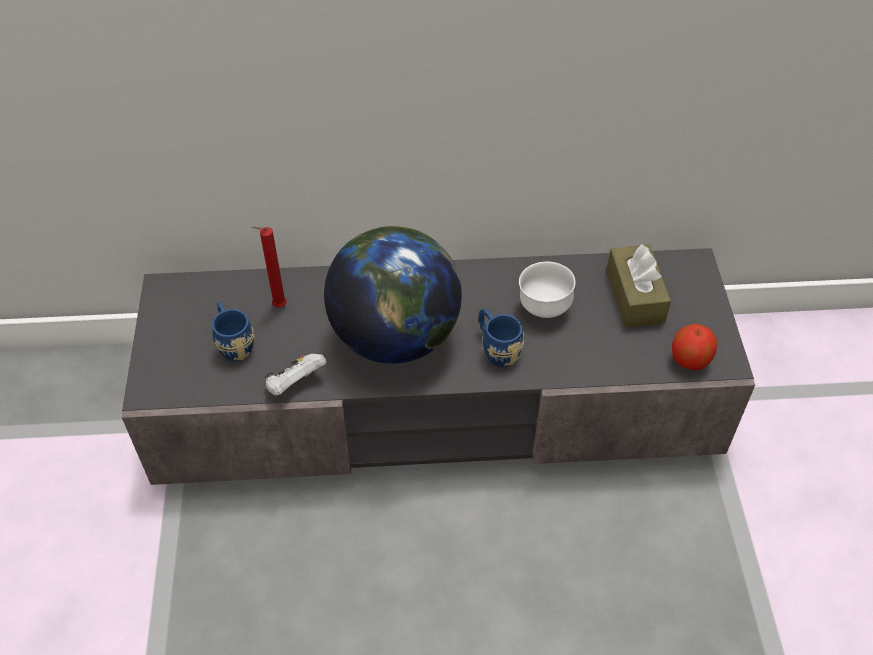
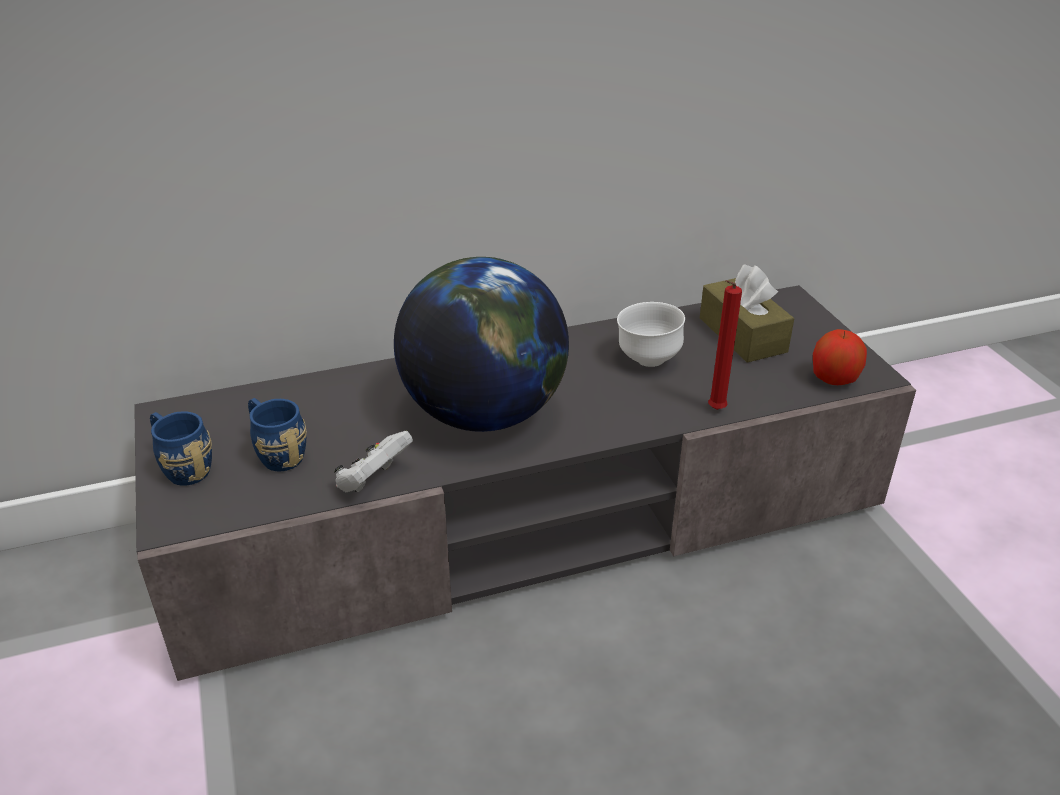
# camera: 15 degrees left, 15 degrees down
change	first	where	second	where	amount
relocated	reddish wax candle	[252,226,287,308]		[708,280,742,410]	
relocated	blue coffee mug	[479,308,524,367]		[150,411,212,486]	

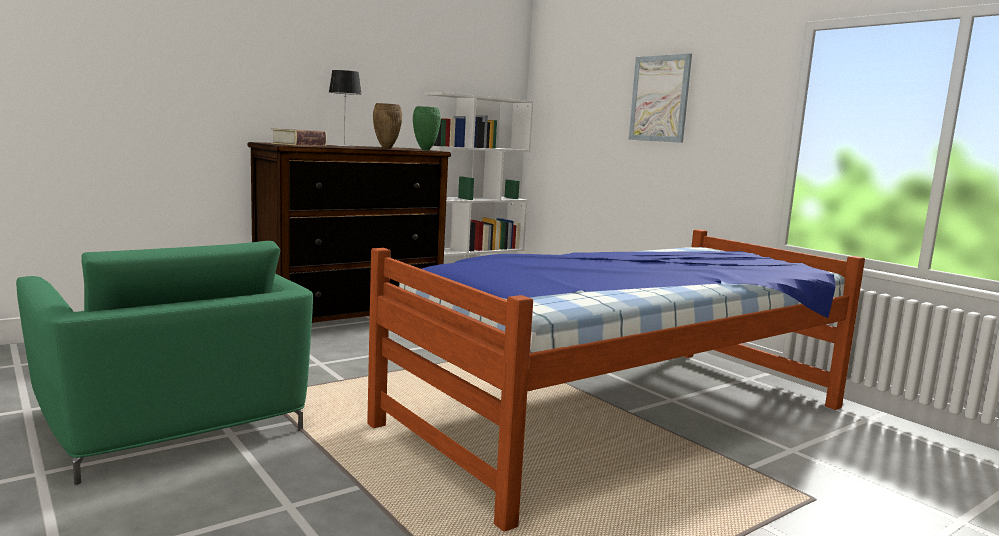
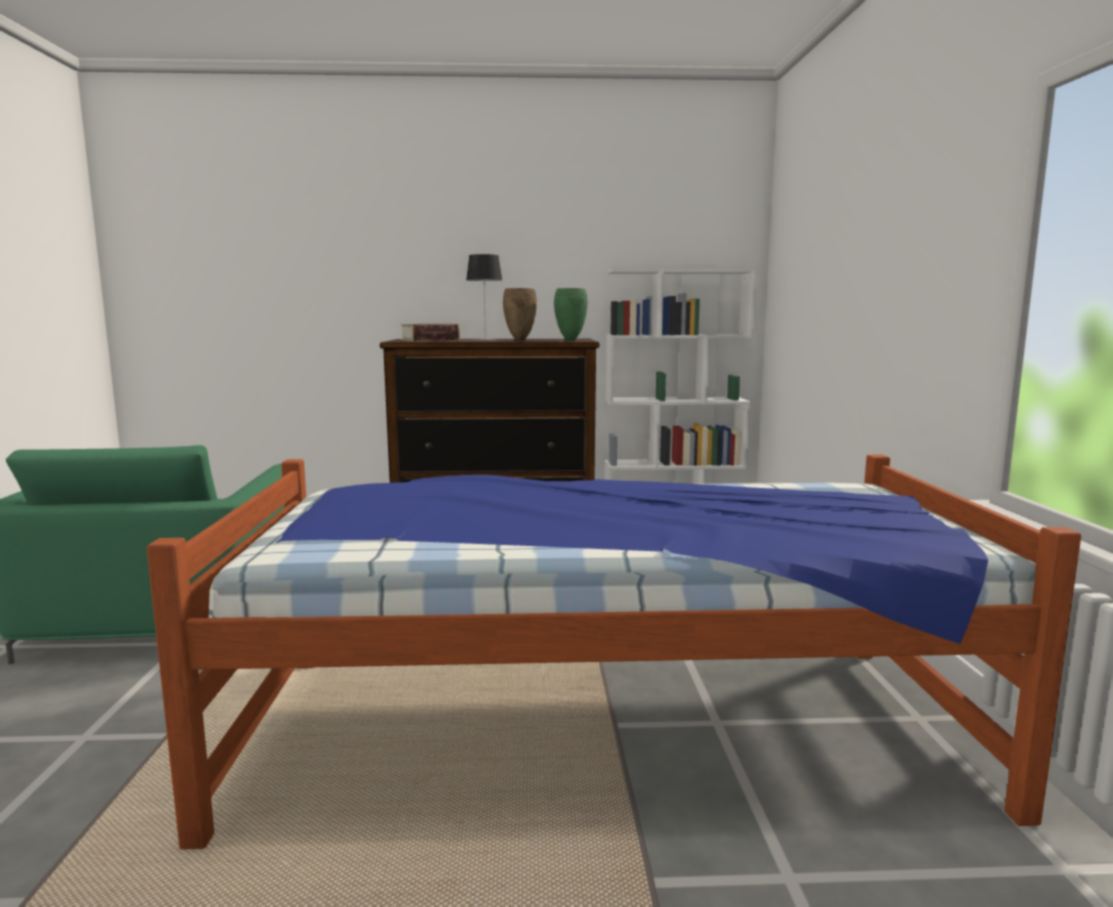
# camera: 35 degrees right, 0 degrees up
change	first	where	second	where	amount
missing	wall art	[629,53,692,143]			

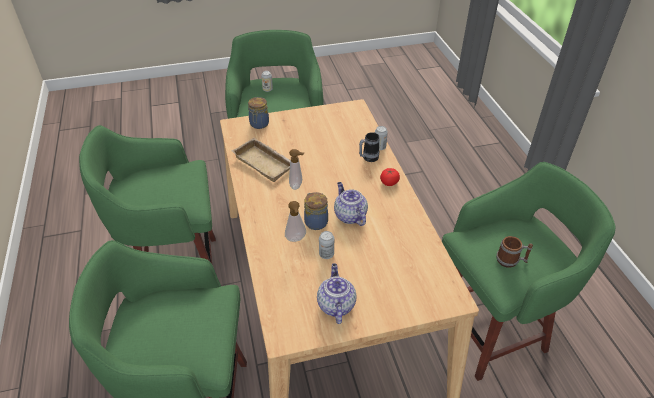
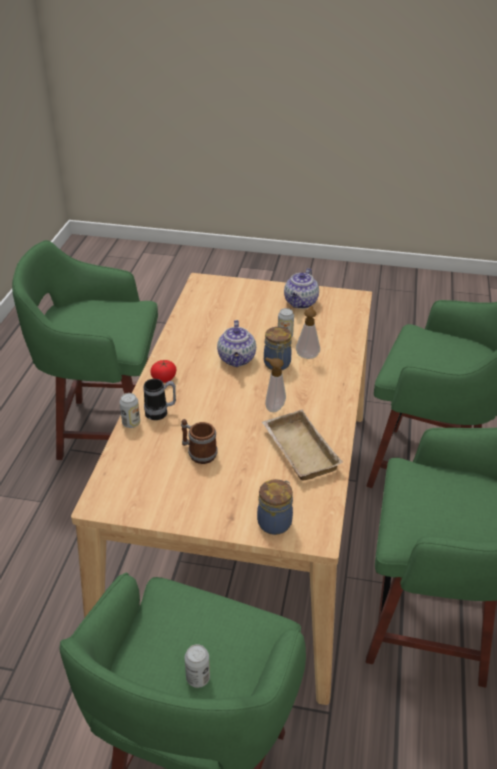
# camera: 155 degrees left, 5 degrees down
change	first	where	second	where	amount
relocated	coffee mug	[496,236,533,268]		[181,419,218,464]	

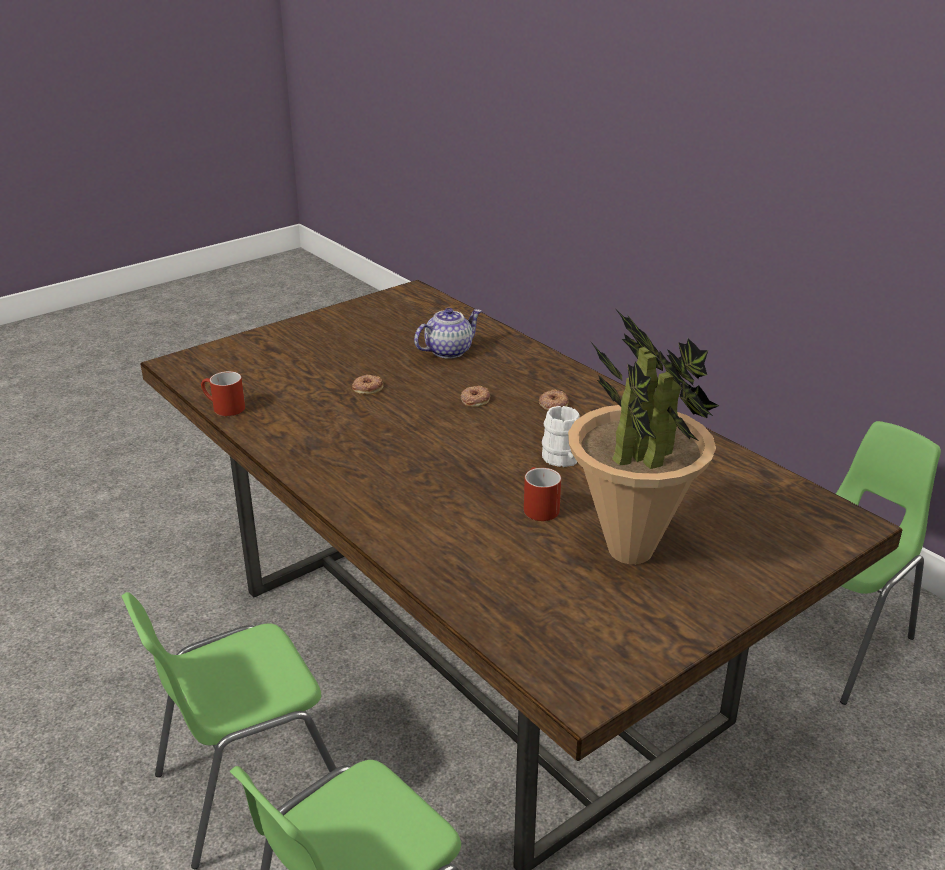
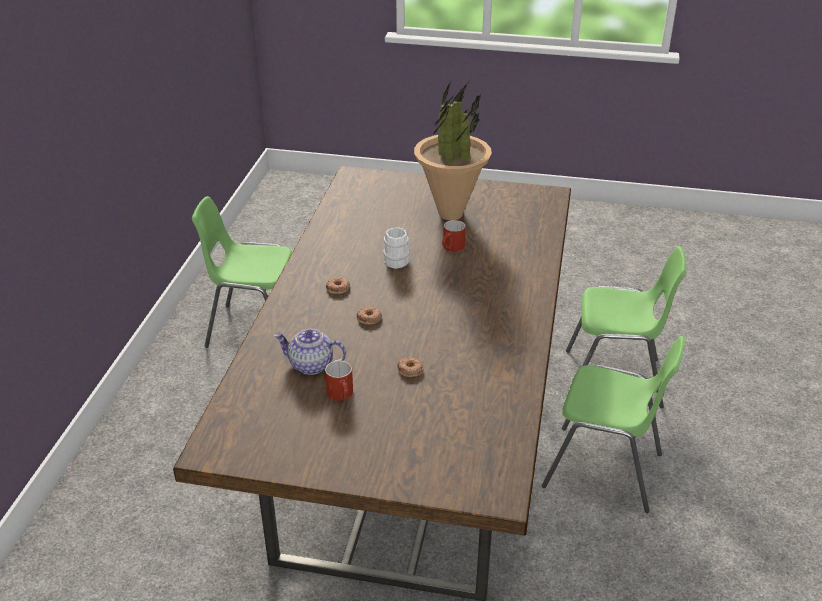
# camera: 130 degrees left, 5 degrees up
change	first	where	second	where	amount
relocated	reddish coffee mug	[201,371,245,416]		[325,360,353,401]	

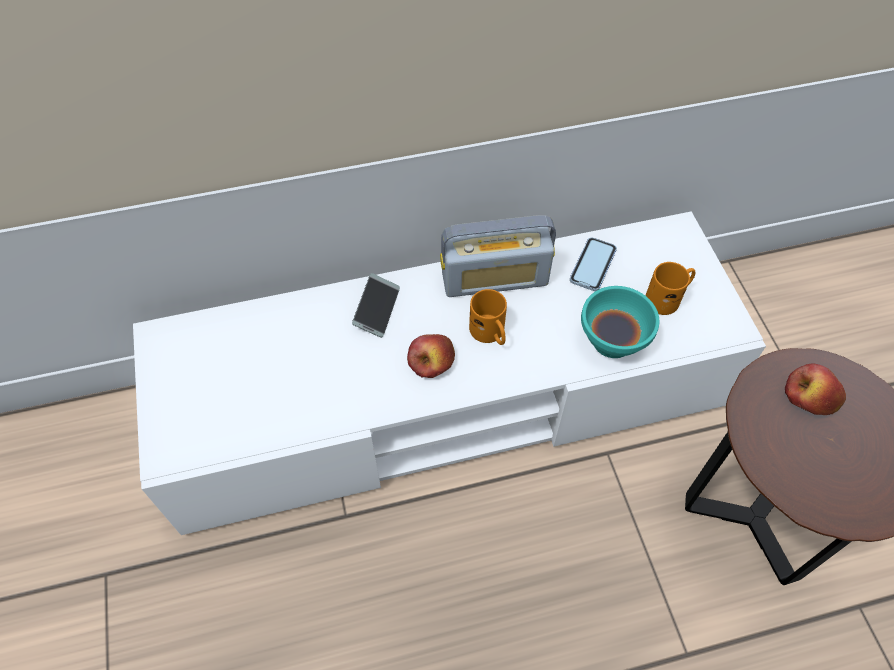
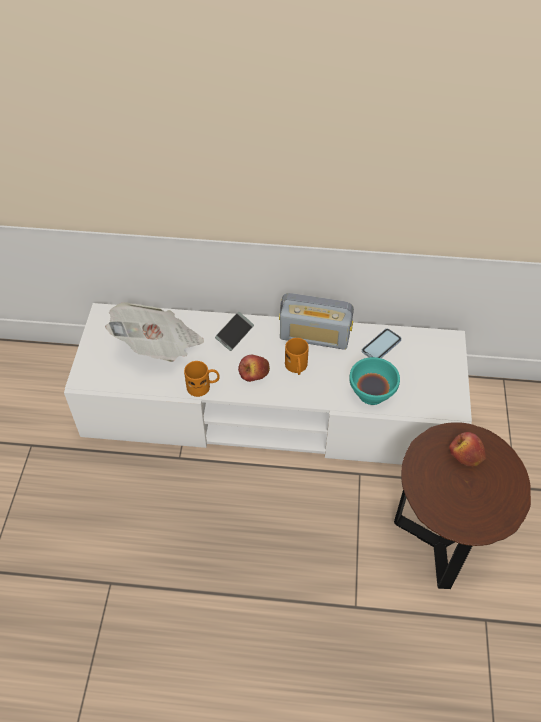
# camera: 20 degrees right, 5 degrees down
change	first	where	second	where	amount
relocated	orange-coloured coffee mug	[645,262,695,315]		[184,361,220,397]	
appeared			newspaper	[105,302,204,362]	

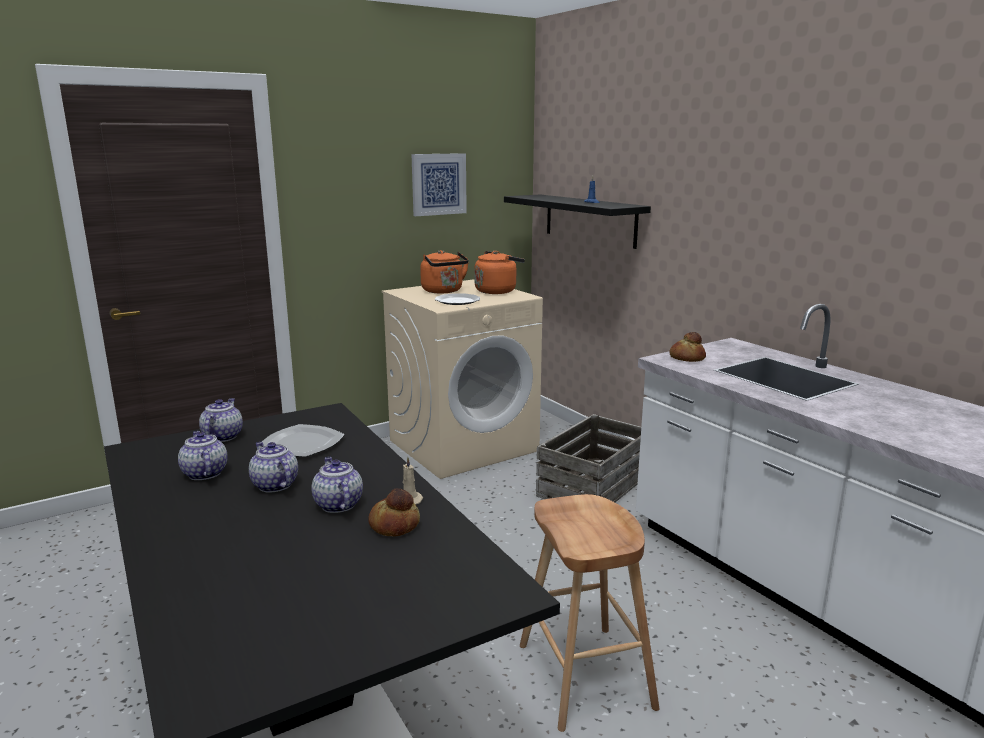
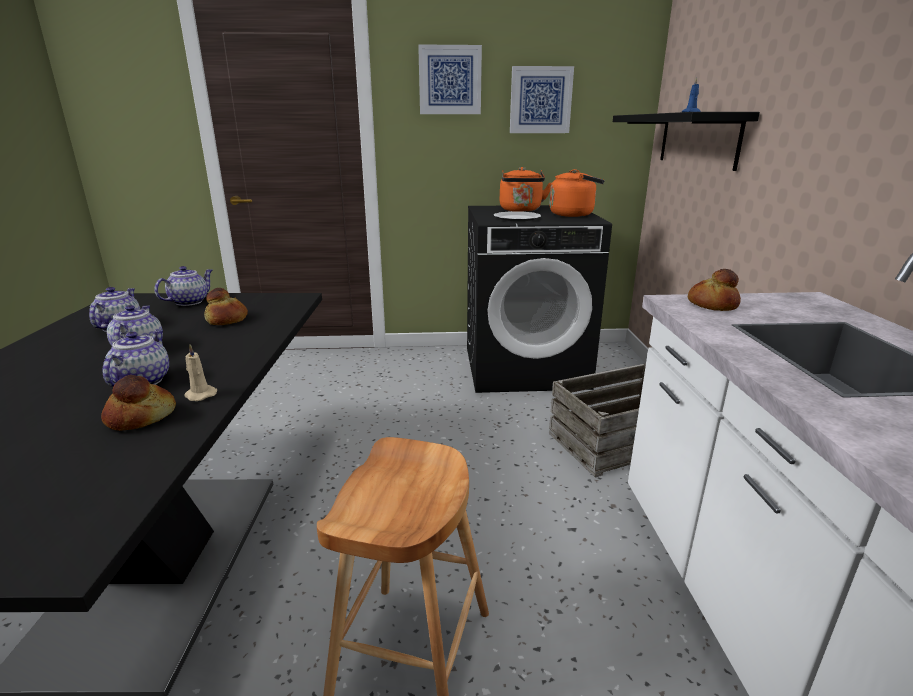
# camera: 30 degrees right, 5 degrees up
change	first	where	second	where	amount
colour	sand-coloured washing machine	[381,279,543,479]	black-coloured washing machine	[467,205,612,393]	
exchanged	flat dish	[262,424,345,457]	bakery bread	[204,288,248,325]	
appeared			wall art	[418,44,482,114]	

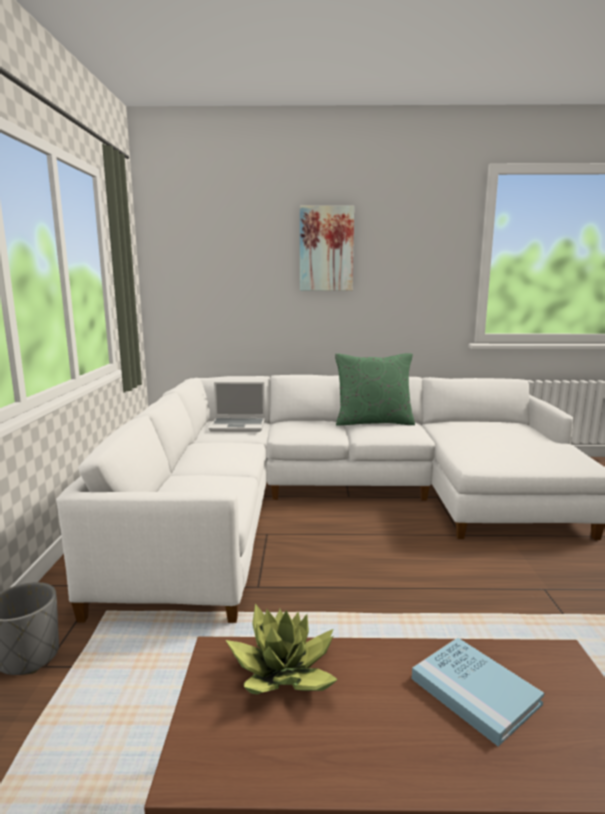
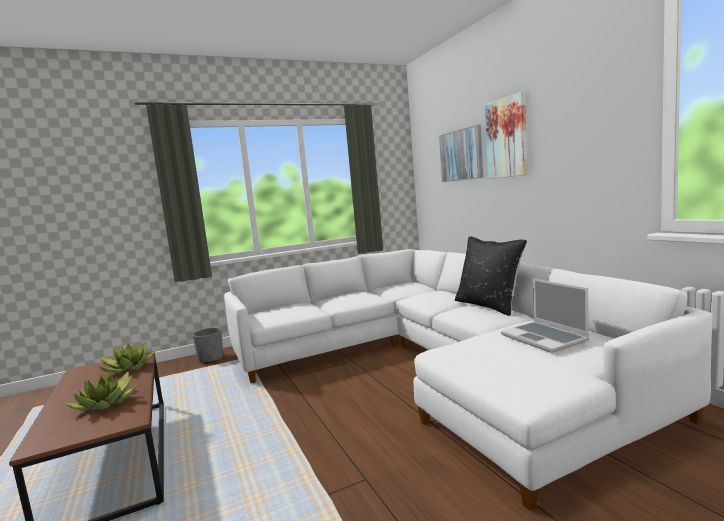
# camera: 65 degrees right, 5 degrees down
change	first	where	second	where	amount
colour	greenish cushion	[335,353,415,426]	black-coloured cushion	[455,236,527,316]	
relocated	notebook computer	[209,382,265,432]		[501,279,589,353]	
exchanged	blue volume	[412,638,544,747]	houseplant	[64,371,138,411]	
appeared			wall art	[439,124,483,182]	

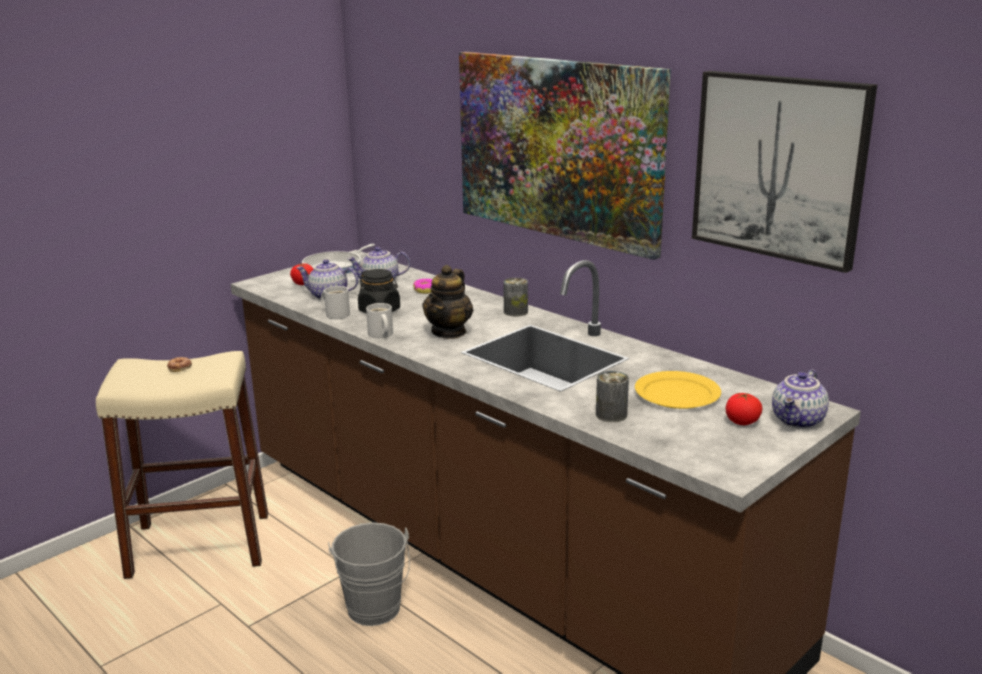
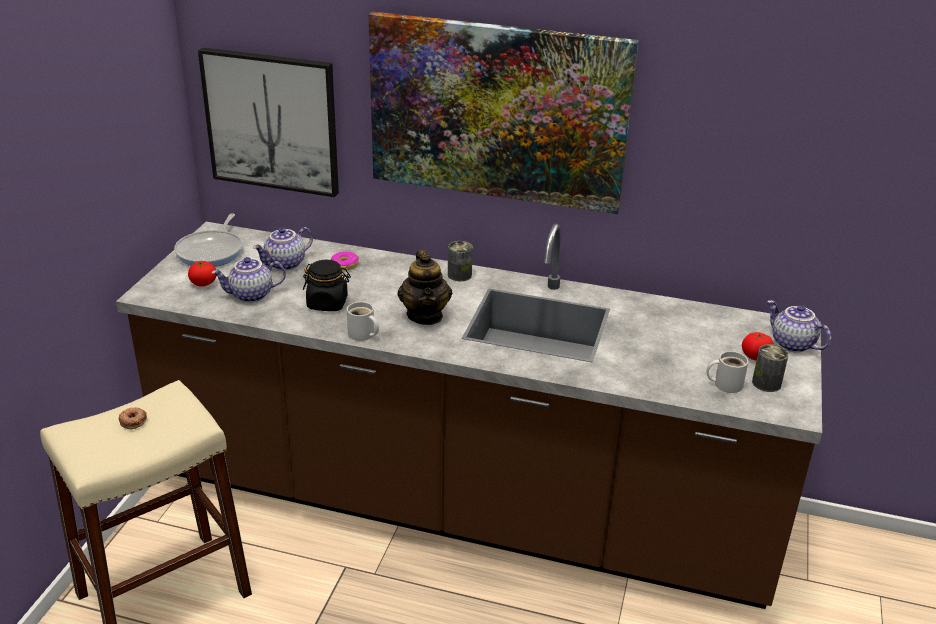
# camera: 30 degrees left, 10 degrees up
change	first	where	second	where	amount
relocated	wall art	[692,71,877,273]		[198,47,339,197]	
relocated	whitish coffee mug	[321,286,350,319]		[706,351,748,393]	
spun	tea pot	[772,369,829,429]		[767,300,831,352]	135 degrees clockwise
relocated	can	[596,371,629,422]		[752,344,788,392]	
missing	yellow flat dish	[635,371,721,409]			
missing	gray water bucket	[328,523,410,626]			

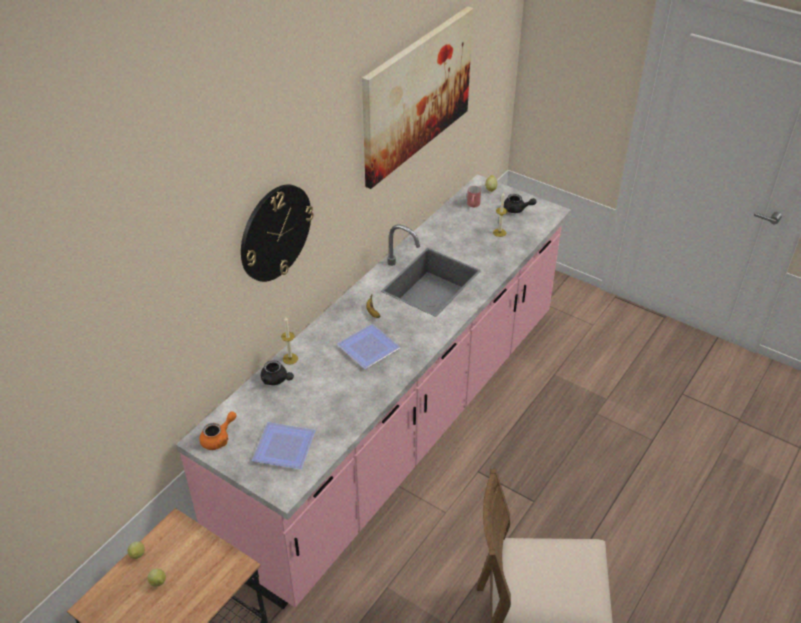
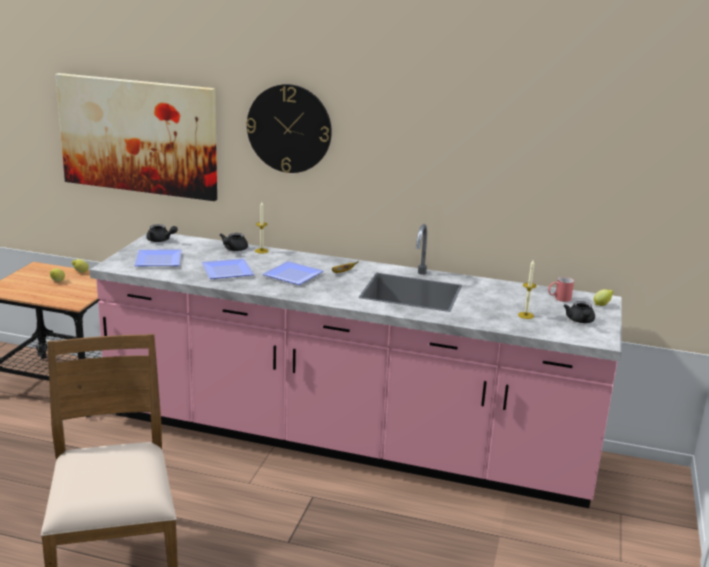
# camera: 70 degrees right, 20 degrees down
change	first	where	second	where	amount
relocated	wall art	[362,7,473,189]		[55,73,217,201]	
colour	orange-coloured tea pot	[200,411,237,450]	black-coloured tea pot	[146,224,178,242]	
appeared			flat dish	[201,259,254,279]	

